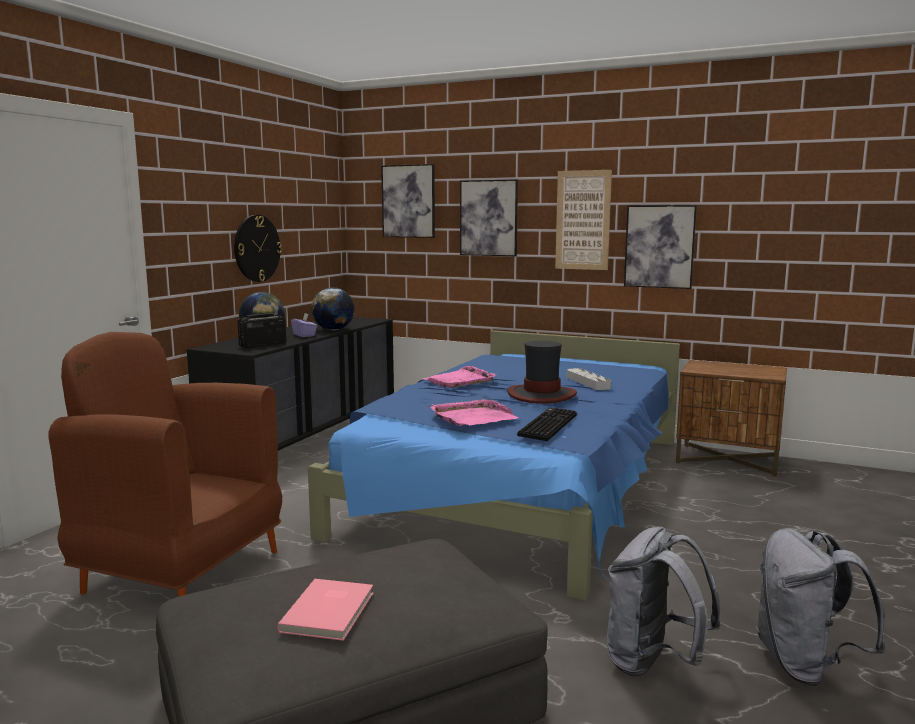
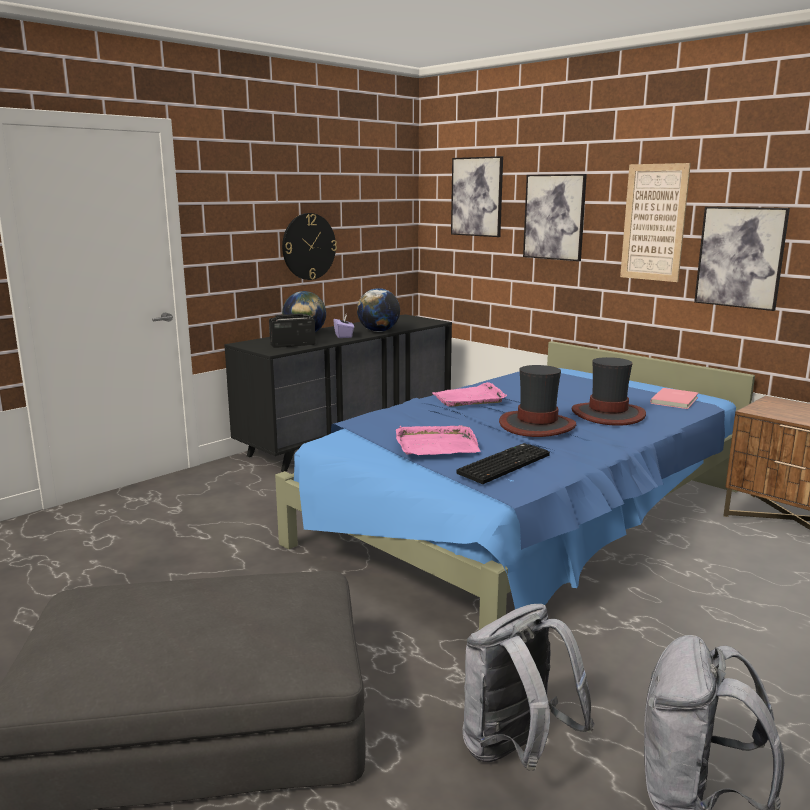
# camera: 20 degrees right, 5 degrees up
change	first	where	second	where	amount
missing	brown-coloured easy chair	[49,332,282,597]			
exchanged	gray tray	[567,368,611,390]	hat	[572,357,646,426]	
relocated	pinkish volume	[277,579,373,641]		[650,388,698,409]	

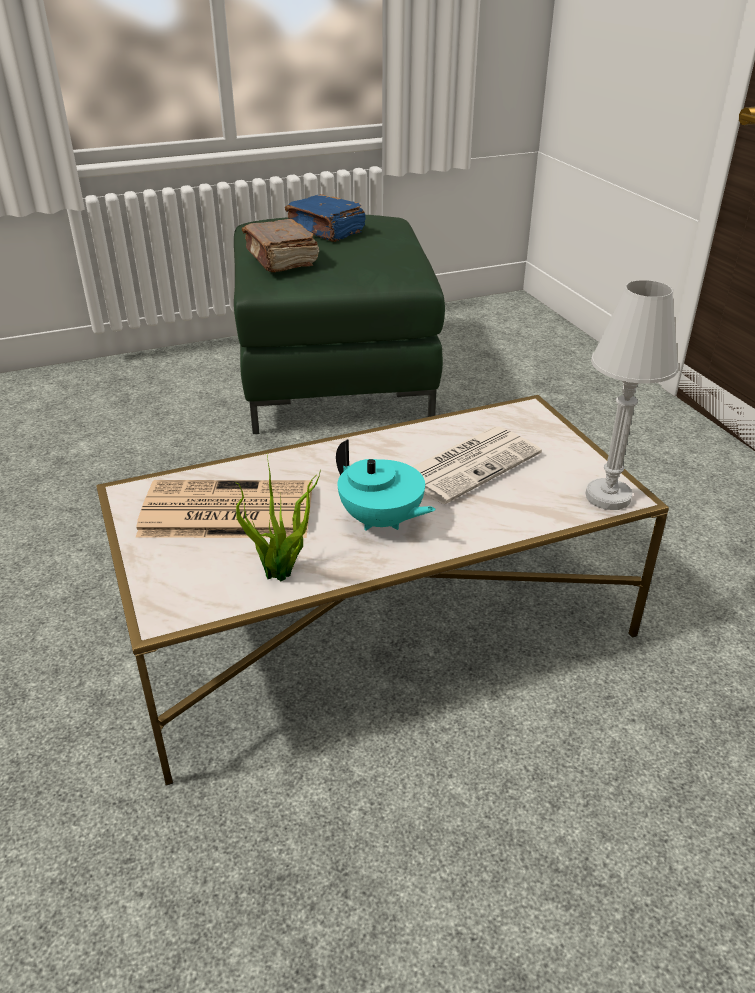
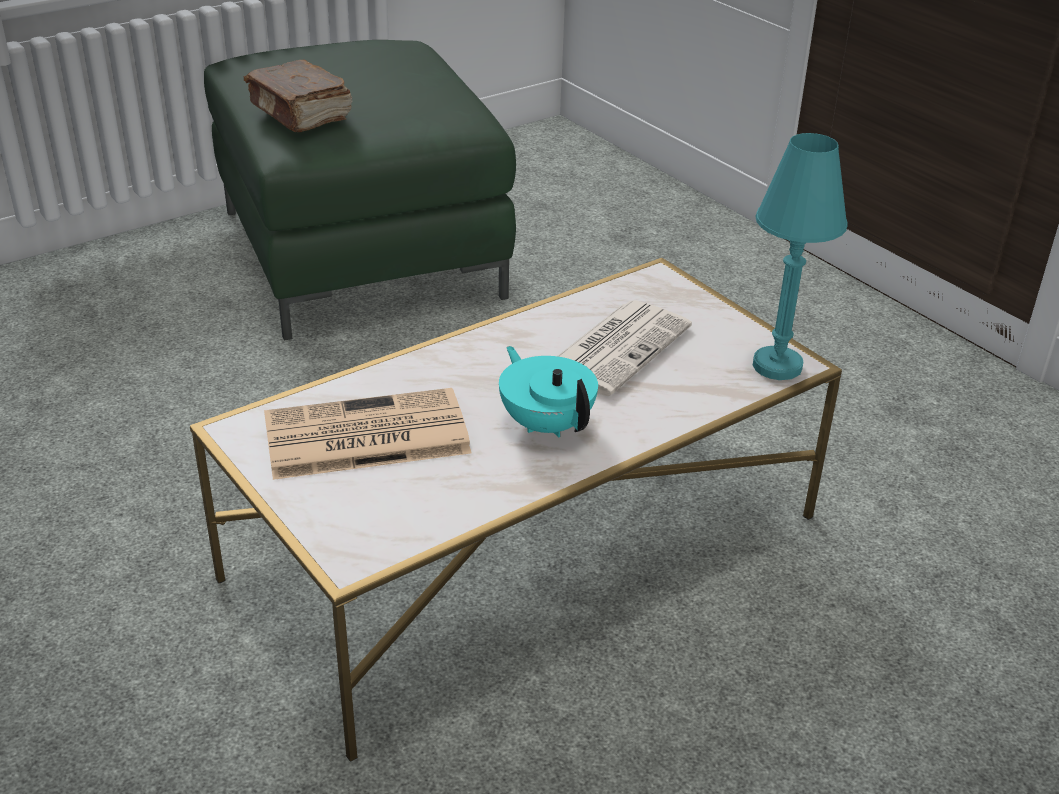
# camera: 15 degrees left, 0 degrees up
change	first	where	second	where	amount
missing	blue volume	[285,194,366,242]			
colour	whitish lamp for a table	[586,280,678,510]	blue-green lamp for a table	[753,133,848,380]	
spun	blue-green tea pot	[336,439,436,530]		[499,346,598,438]	150 degrees counterclockwise
missing	houseplant	[235,455,321,581]			

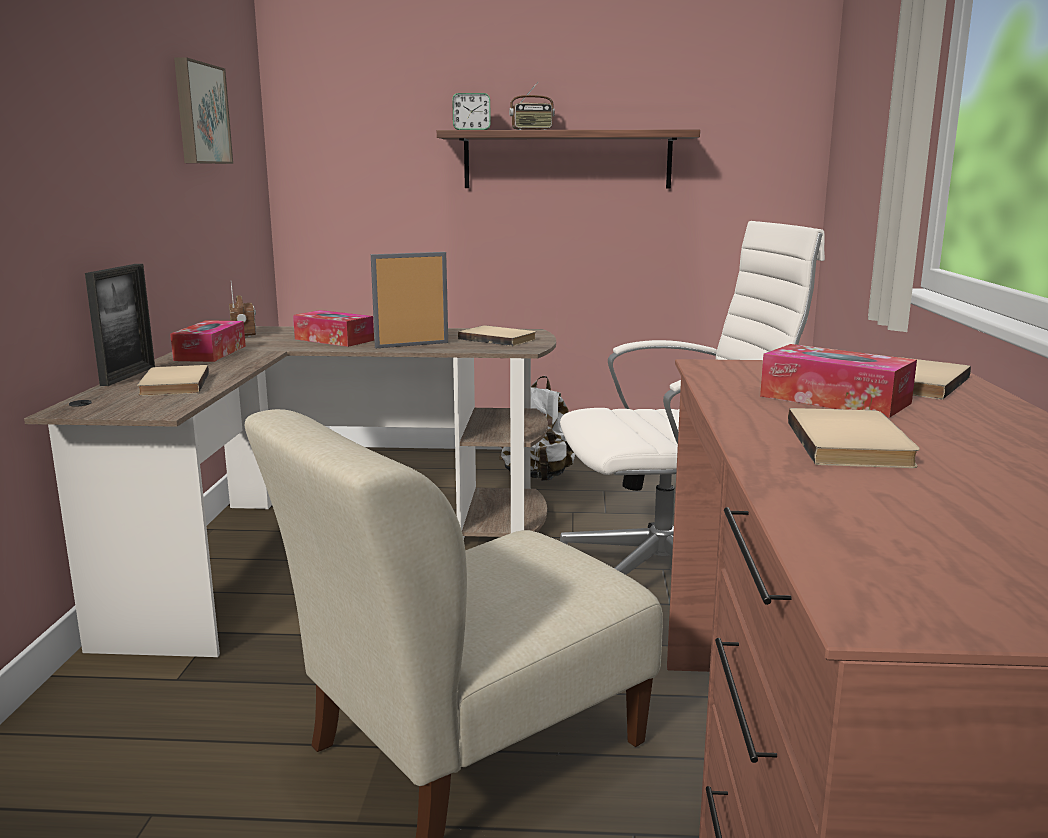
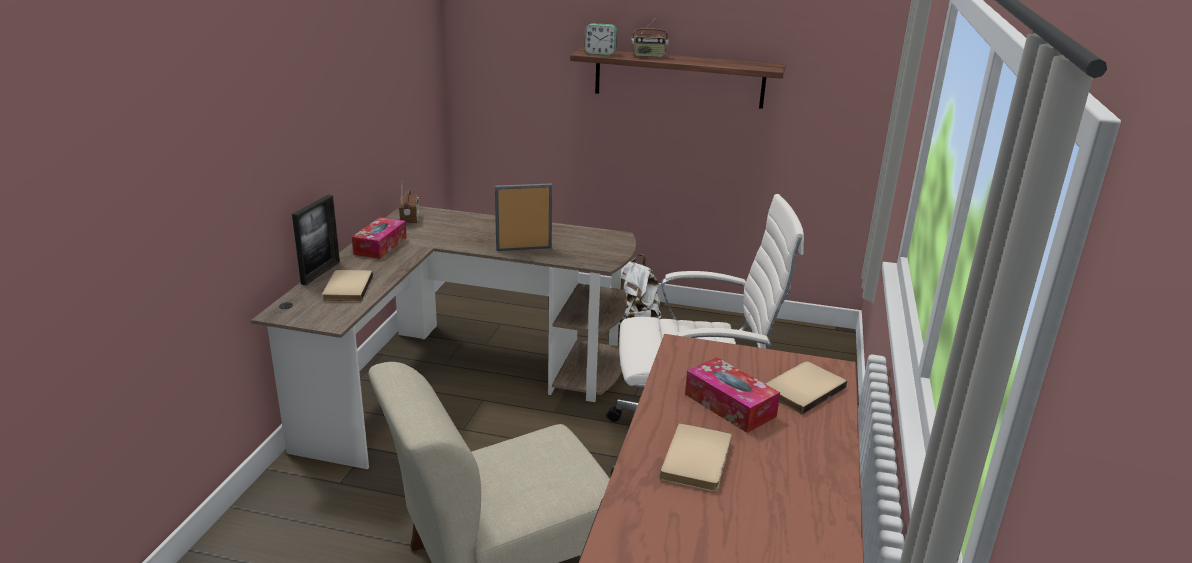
# camera: 10 degrees right, 10 degrees up
change	first	where	second	where	amount
missing	wall art	[174,57,233,164]			
missing	box of tissues	[293,310,374,347]			
missing	sand-coloured volume	[458,325,536,346]			

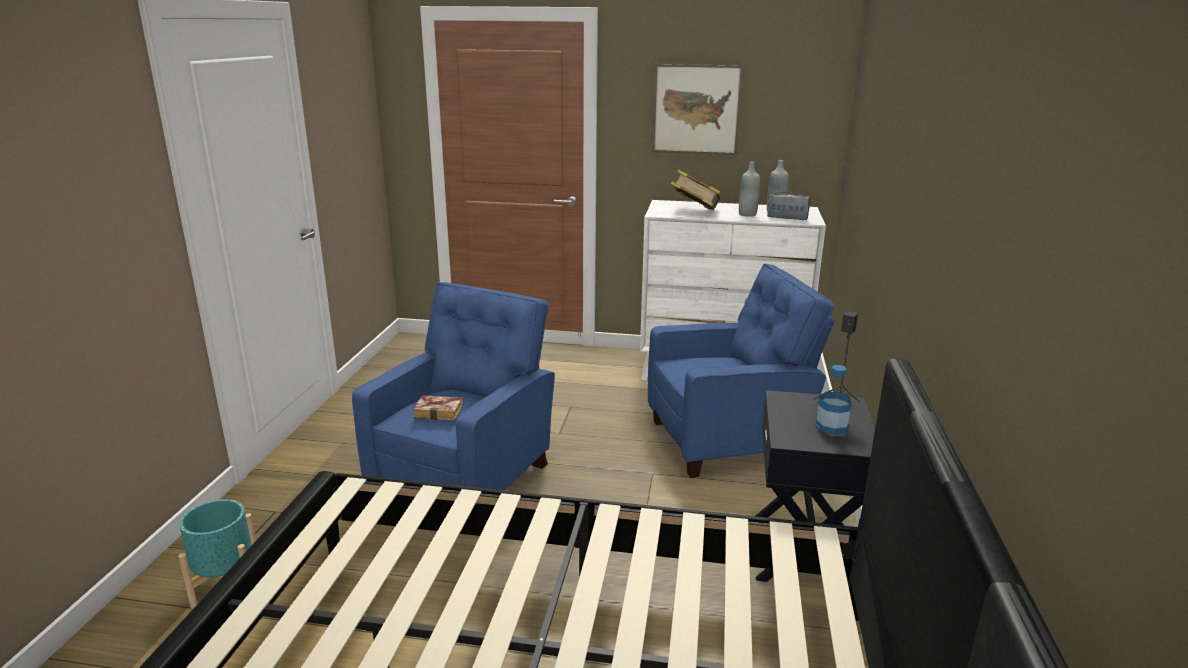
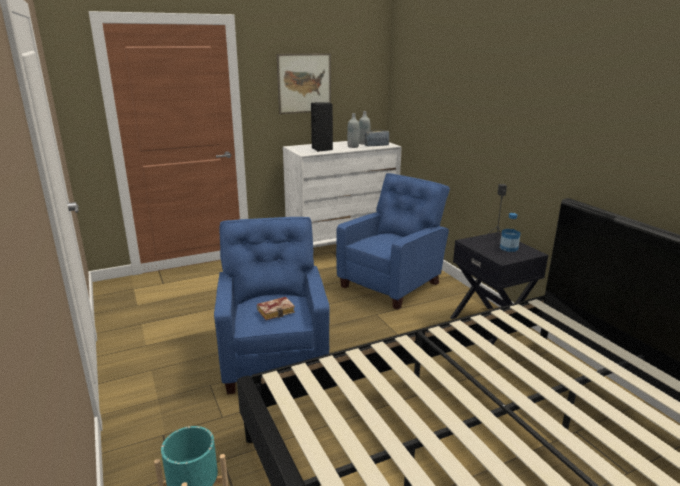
# camera: 35 degrees left, 0 degrees up
change	first	where	second	where	amount
exchanged	volume	[670,169,721,210]	black-coloured audio speaker	[311,102,333,152]	

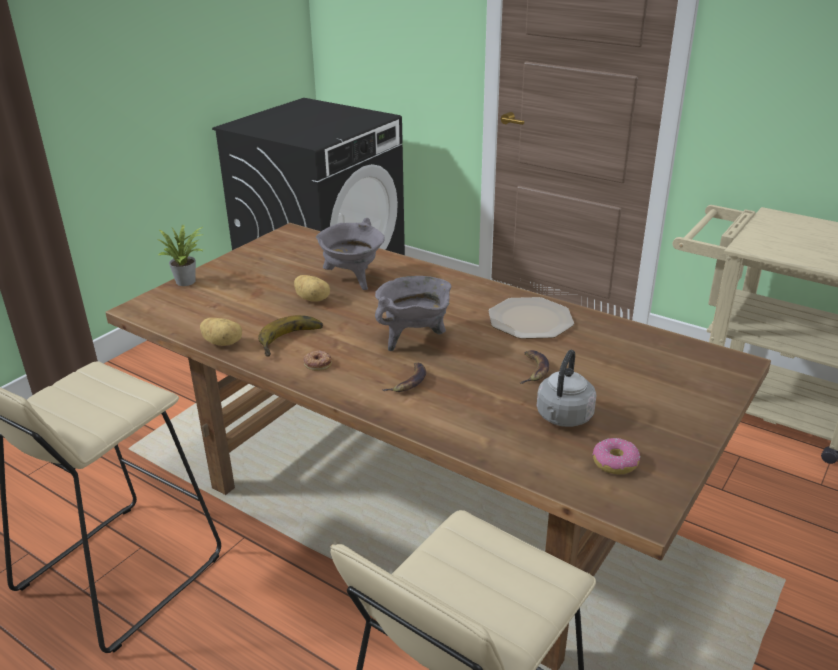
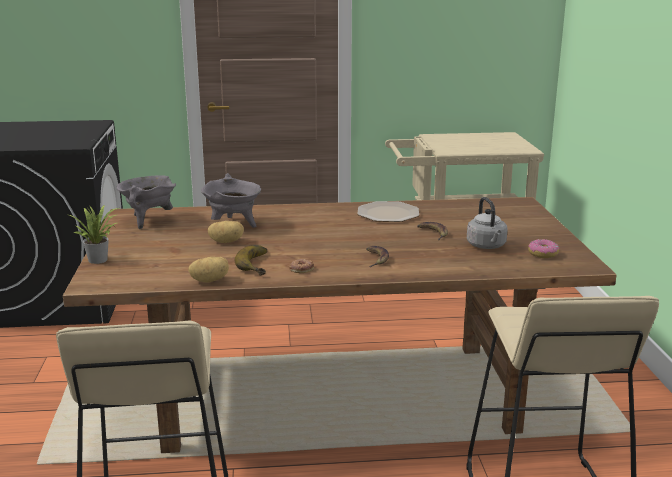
# camera: 40 degrees left, 10 degrees down
change	first	where	second	where	amount
relocated	gray cooking pot	[375,276,452,351]		[117,175,176,229]	

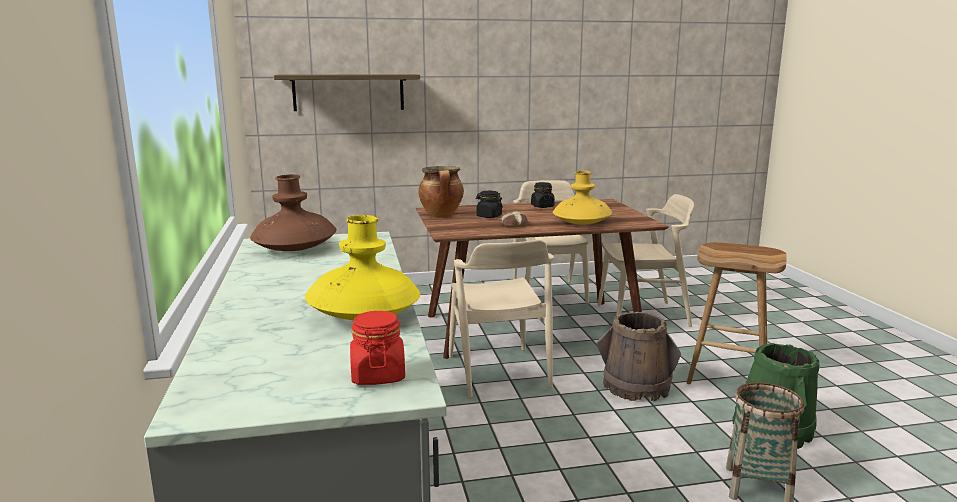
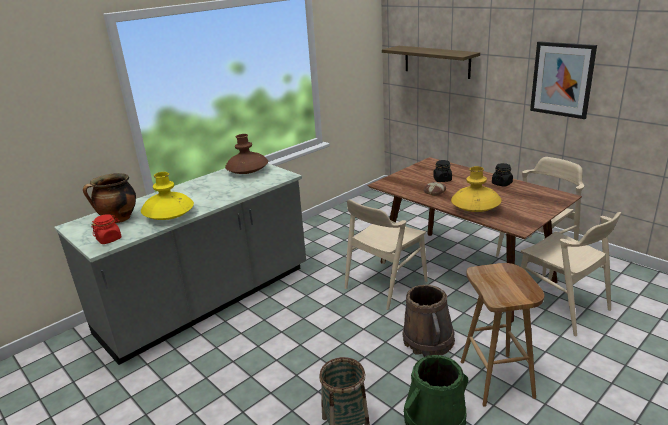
# camera: 60 degrees right, 10 degrees up
change	first	where	second	where	amount
relocated	cooking pot	[419,166,464,218]		[83,173,136,223]	
appeared			wall art	[530,41,597,119]	

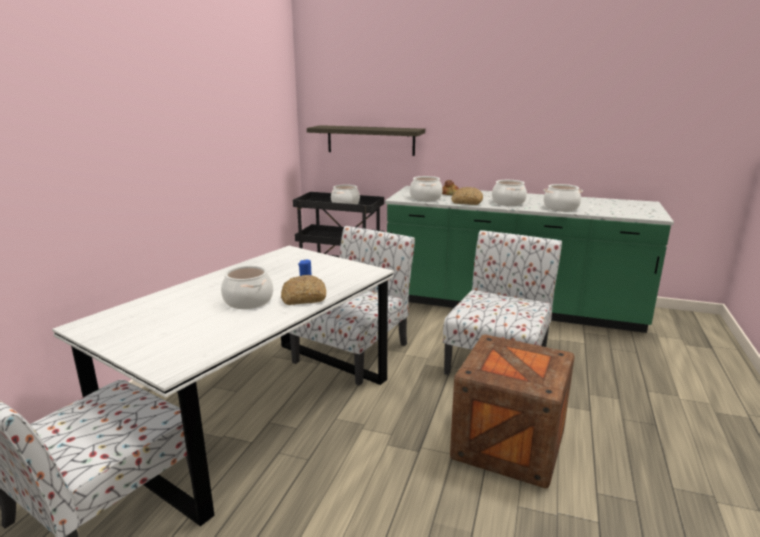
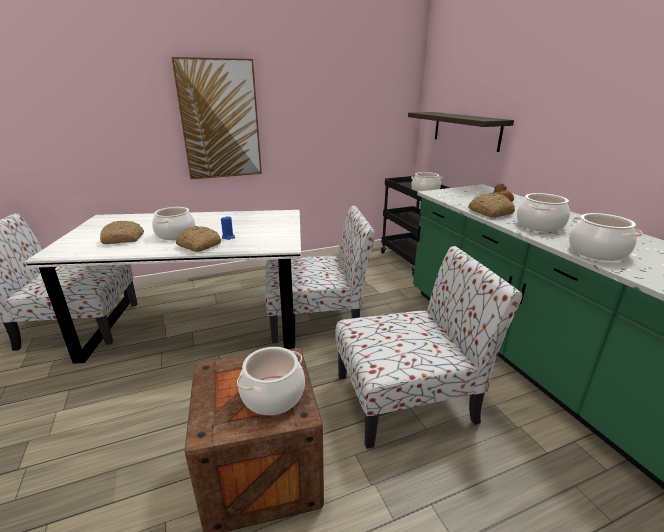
# camera: 50 degrees right, 5 degrees up
change	first	where	second	where	amount
relocated	cooking pot	[410,176,443,201]		[237,347,305,415]	
appeared			wall art	[171,57,262,179]	
appeared			bakery bread	[100,221,144,244]	

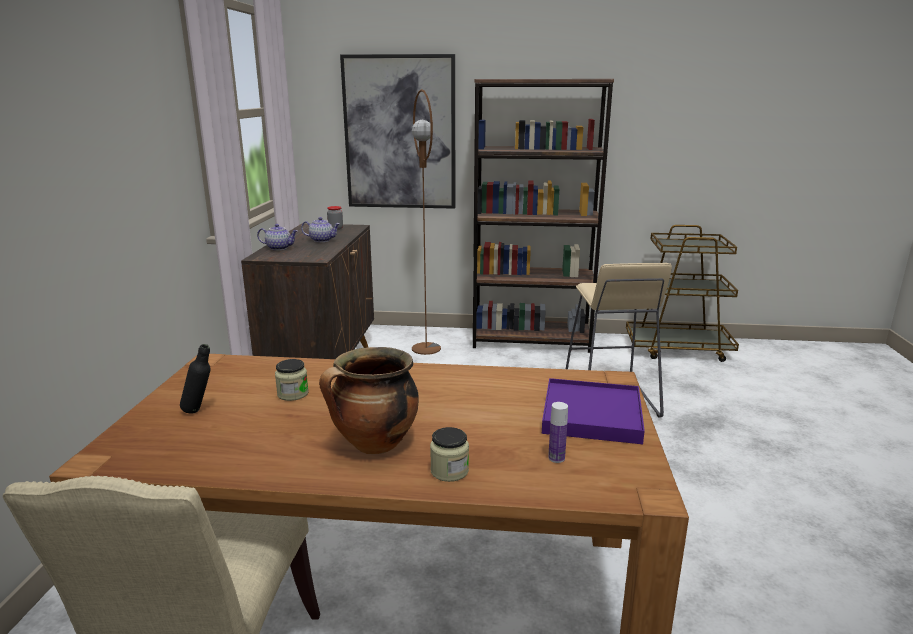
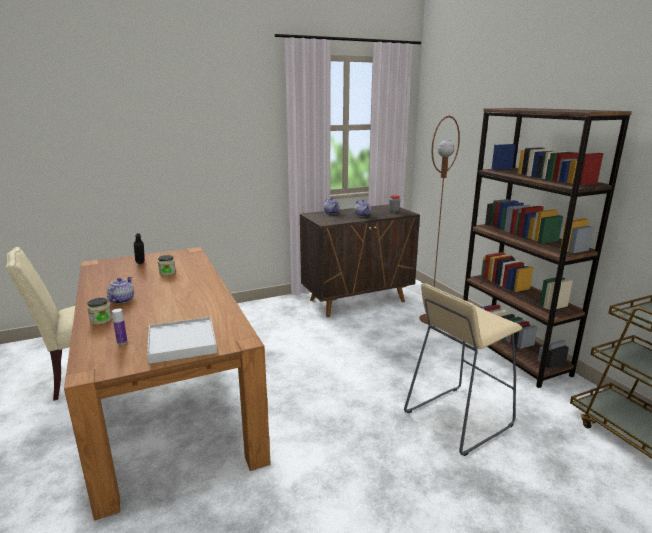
# camera: 60 degrees right, 0 degrees up
change	first	where	second	where	amount
missing	wall art	[340,54,455,209]			
exchanged	cooking pot	[319,347,419,454]	tea pot	[107,277,134,304]	
colour	purplish tray	[542,378,645,444]	whitish tray	[147,317,217,364]	

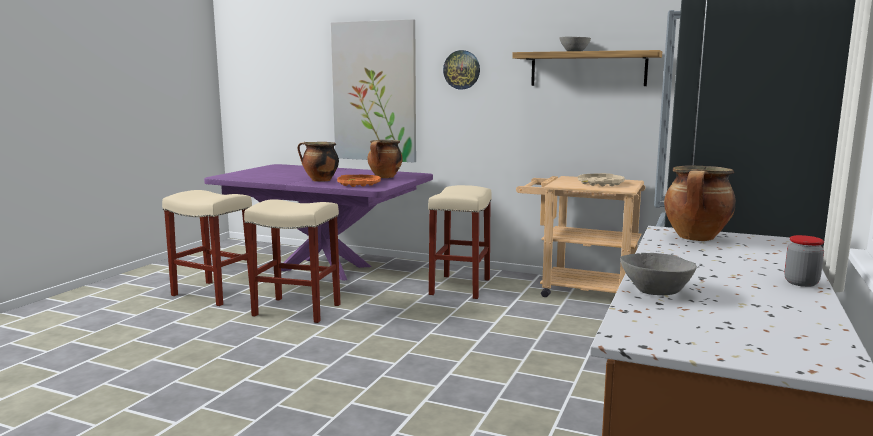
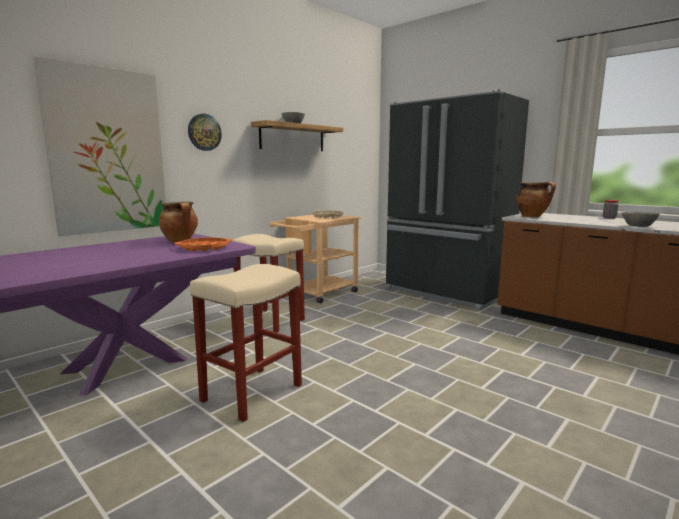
# camera: 70 degrees left, 0 degrees up
change	first	where	second	where	amount
missing	cooking pot	[298,142,339,182]			
missing	sand-coloured stool	[162,190,252,306]			

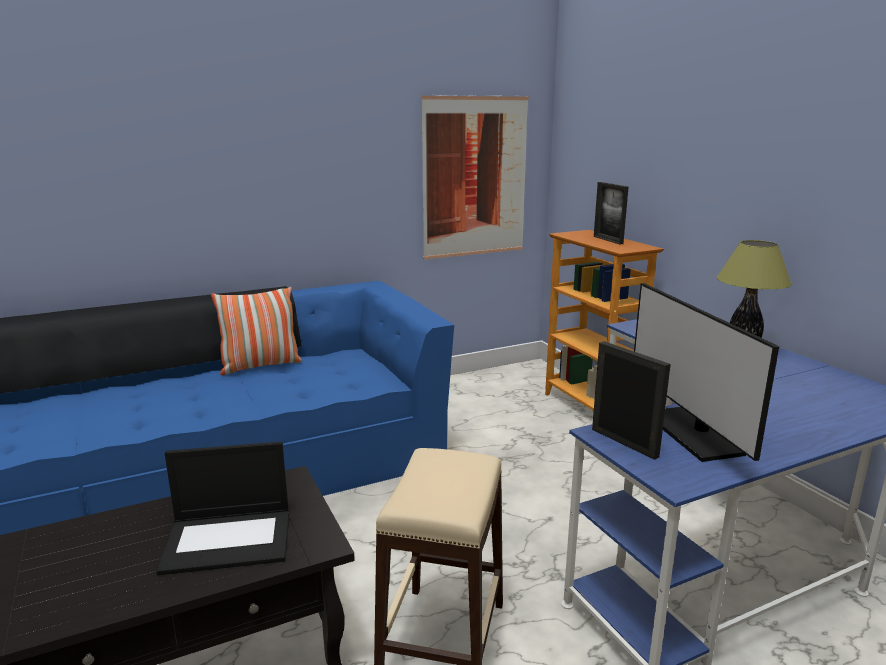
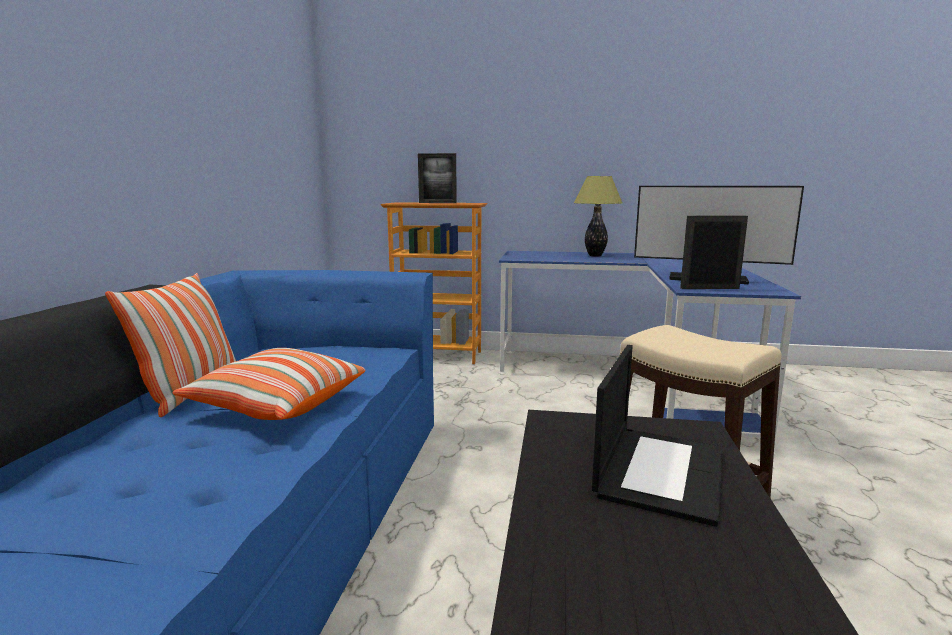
# camera: 55 degrees left, 5 degrees down
change	first	where	second	where	amount
missing	wall art	[421,95,529,260]			
appeared			cushion	[172,348,365,420]	

